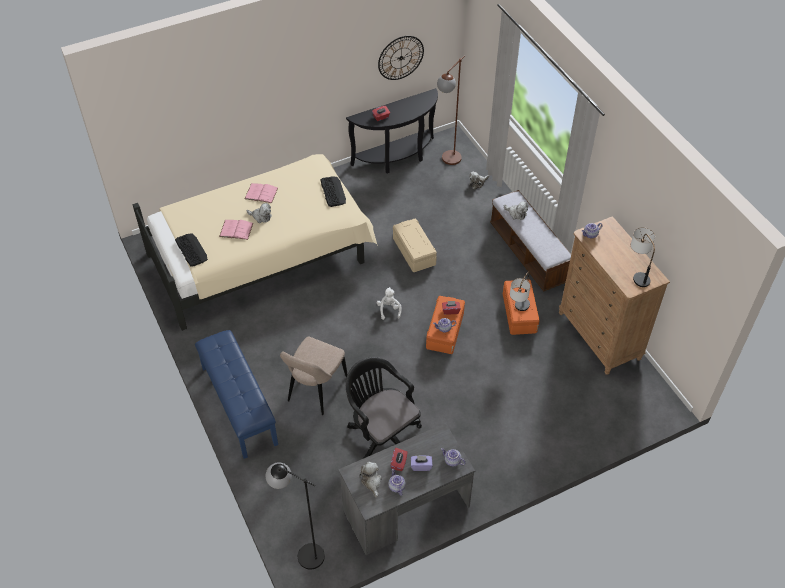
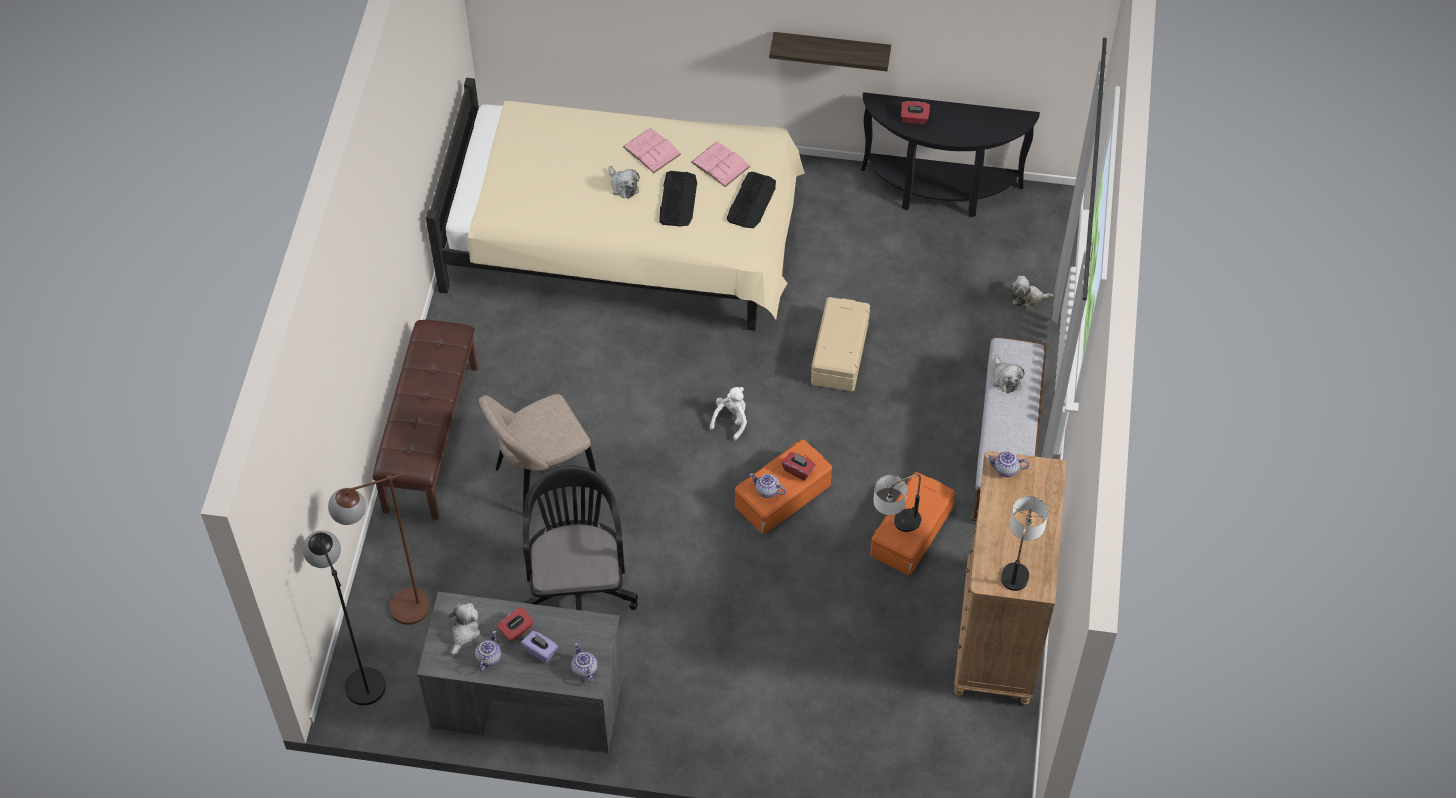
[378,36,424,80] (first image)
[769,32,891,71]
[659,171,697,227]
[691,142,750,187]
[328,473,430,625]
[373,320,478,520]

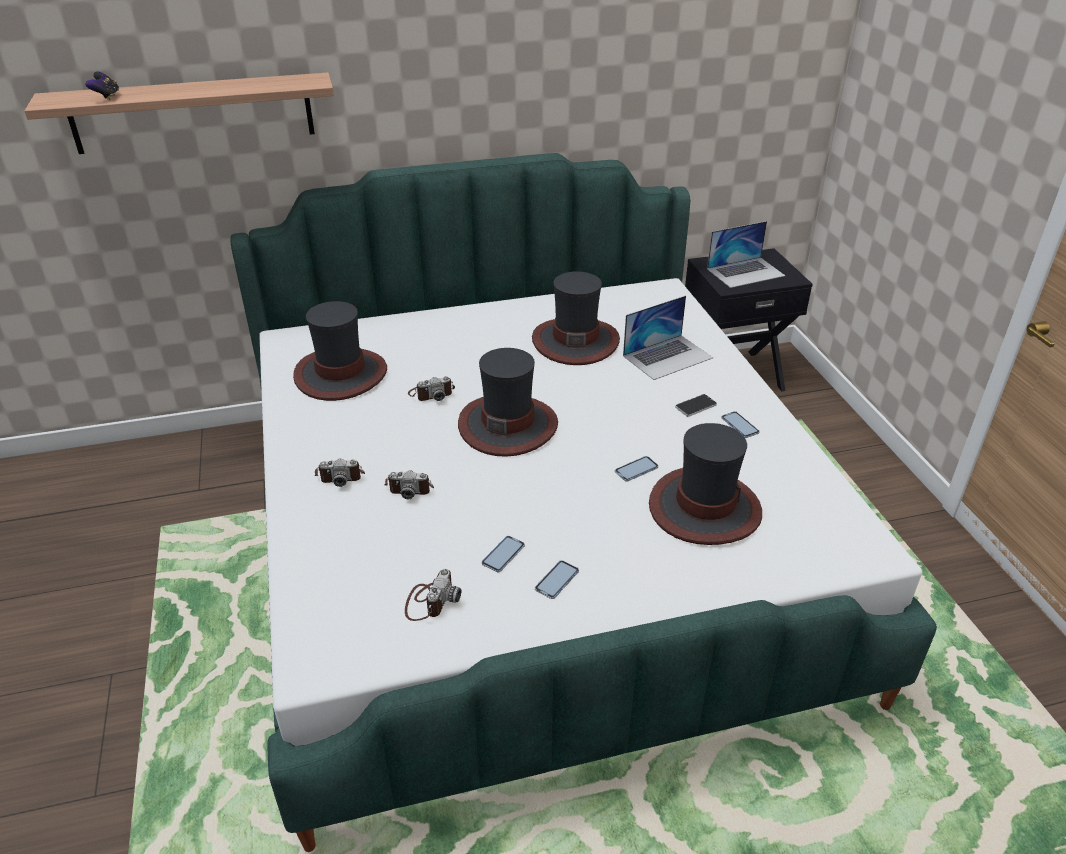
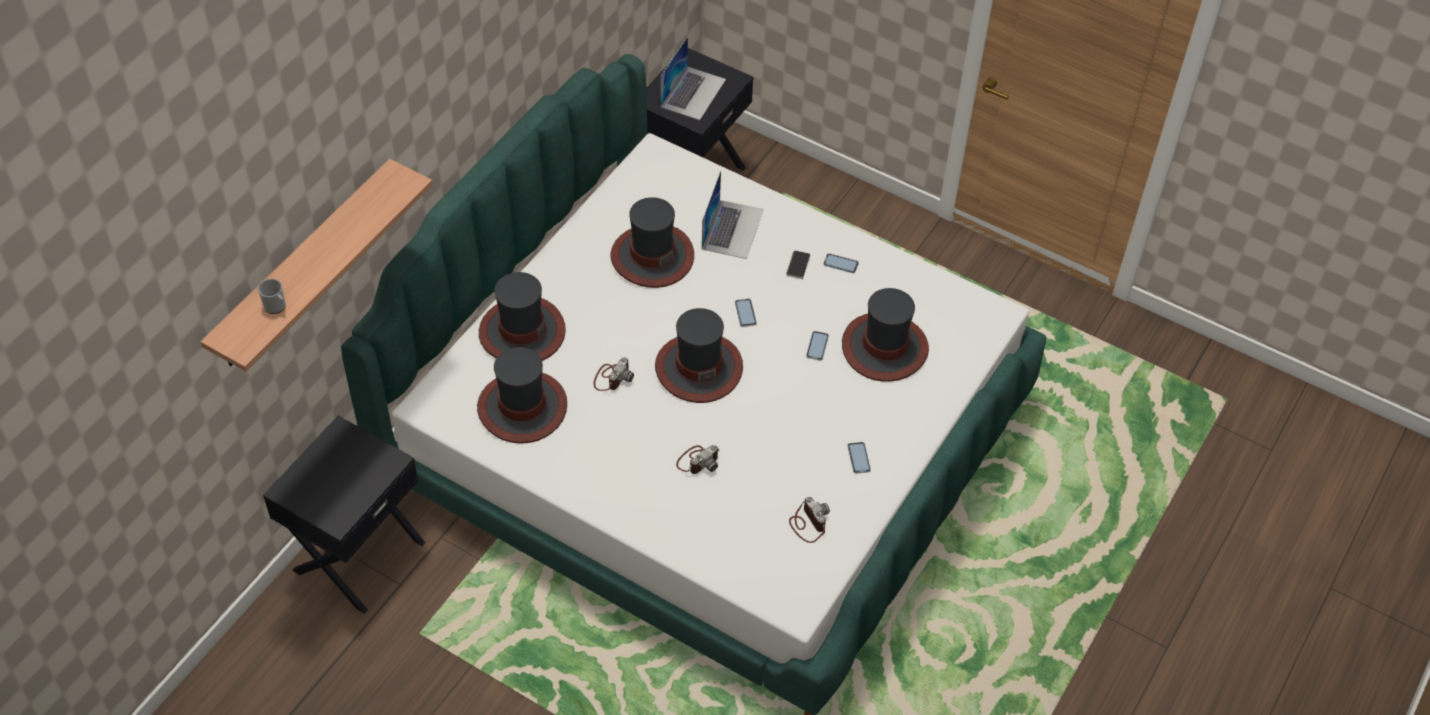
[315,458,365,487] (first image)
[263,416,426,614]
[479,272,566,361]
[735,299,757,327]
[258,279,286,314]

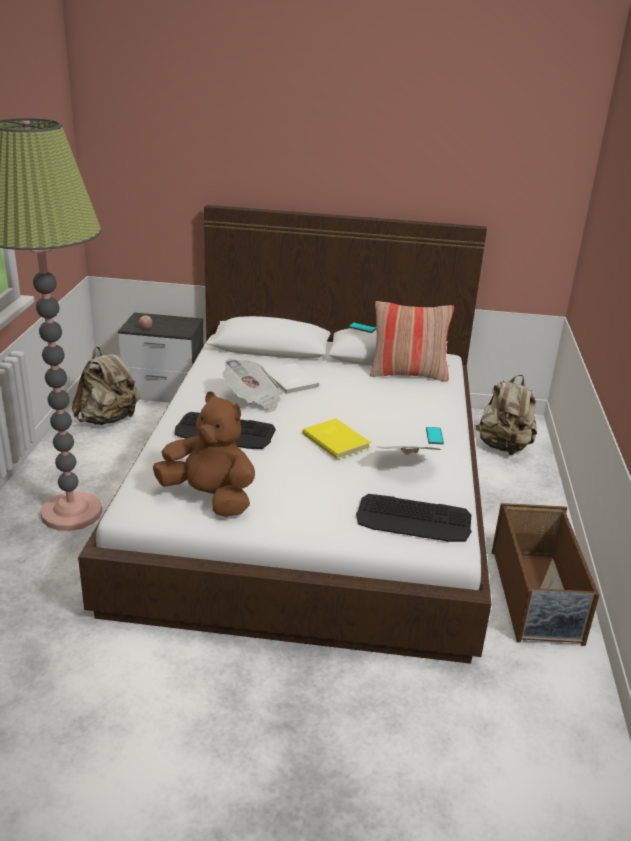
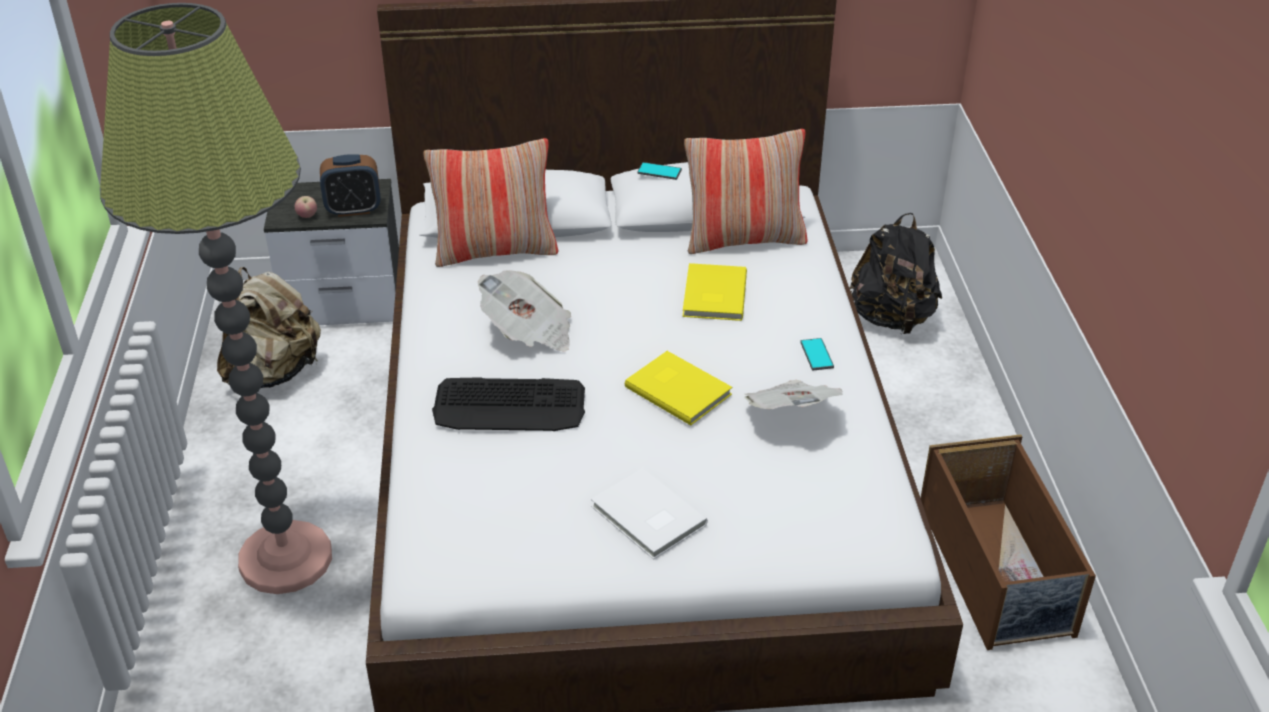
[153,391,255,517] (first image)
[356,494,472,542] (first image)
[320,154,381,217]
[424,138,559,267]
[682,263,747,321]
[591,468,708,559]
[849,213,942,334]

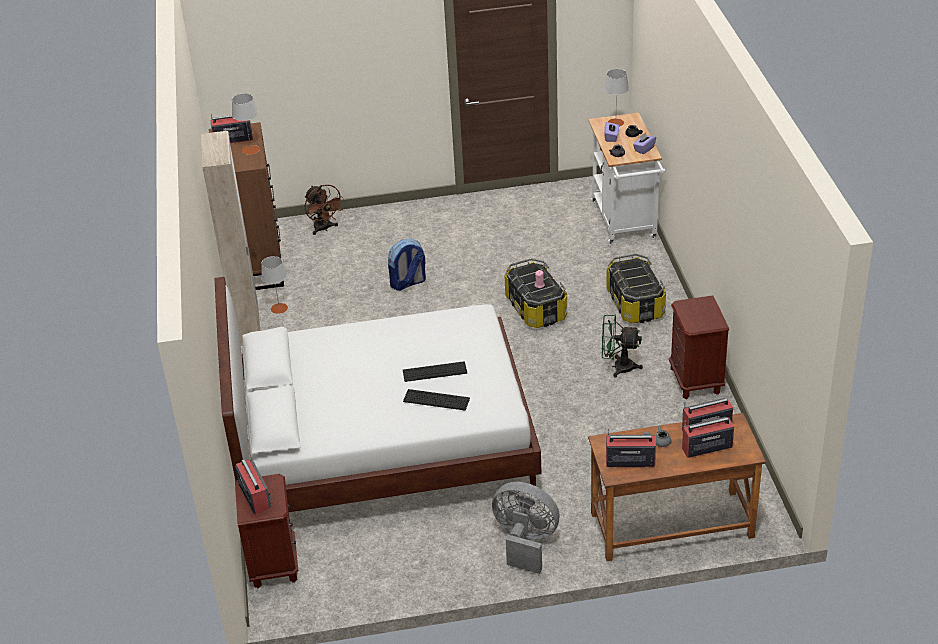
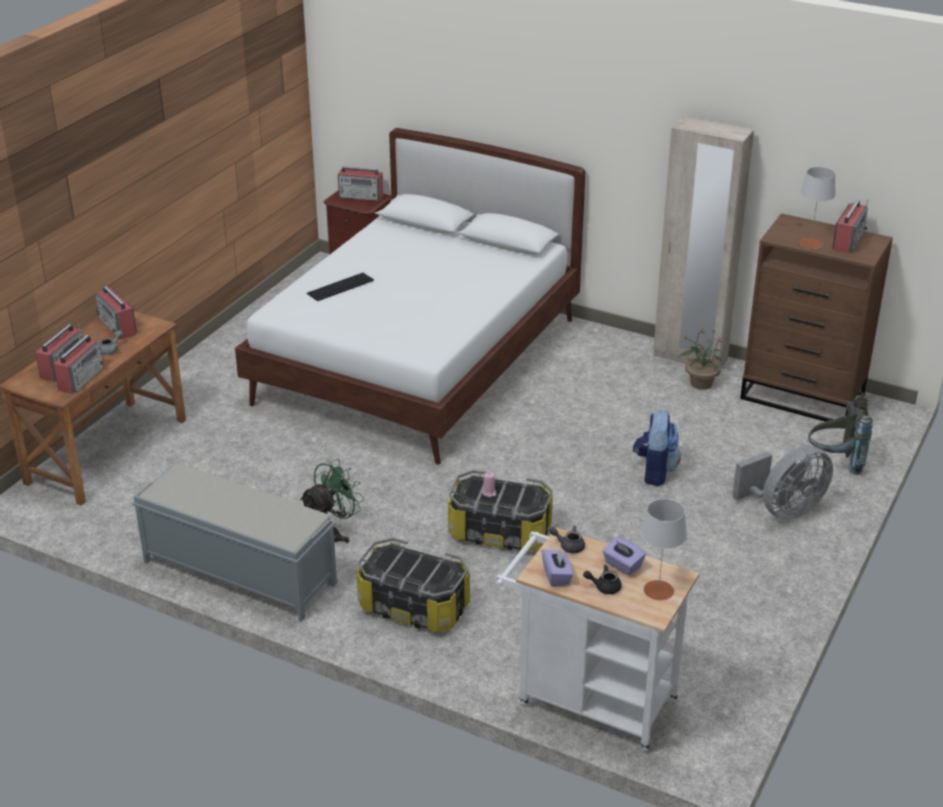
[403,361,467,382] (first image)
[732,446,833,520]
[680,328,724,390]
[808,392,873,475]
[132,464,337,622]
[95,286,137,339]

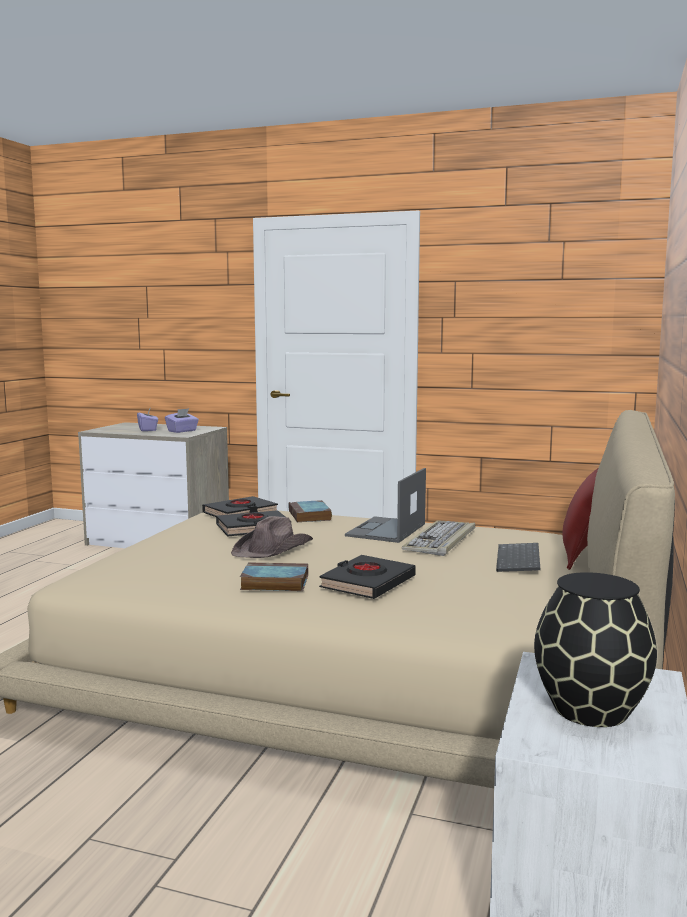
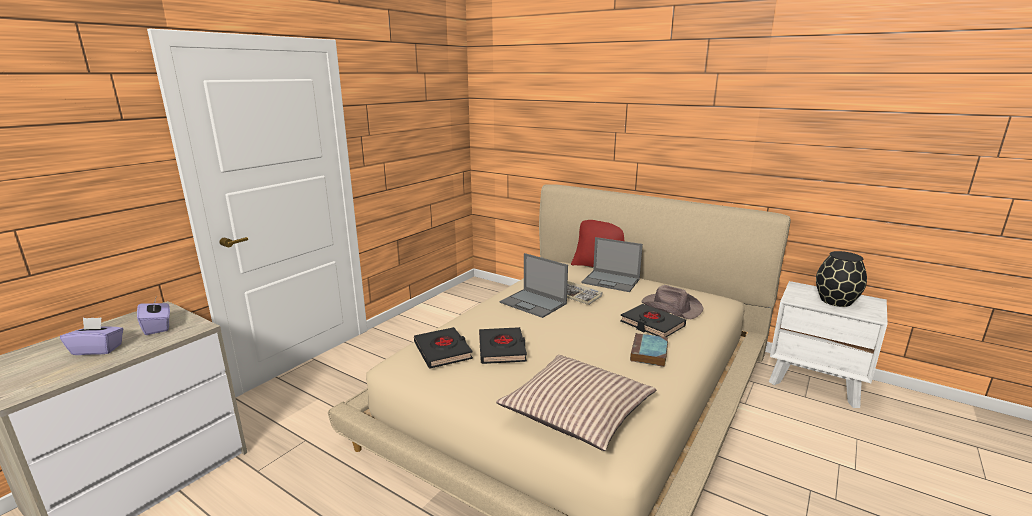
[288,500,332,522] (first image)
[496,355,656,451]
[641,285,703,319]
[581,237,643,292]

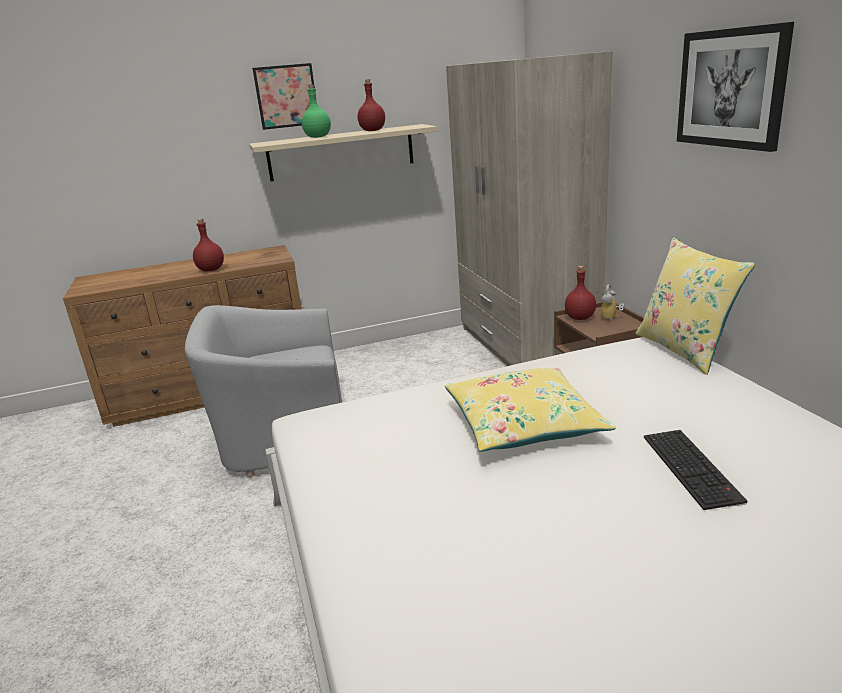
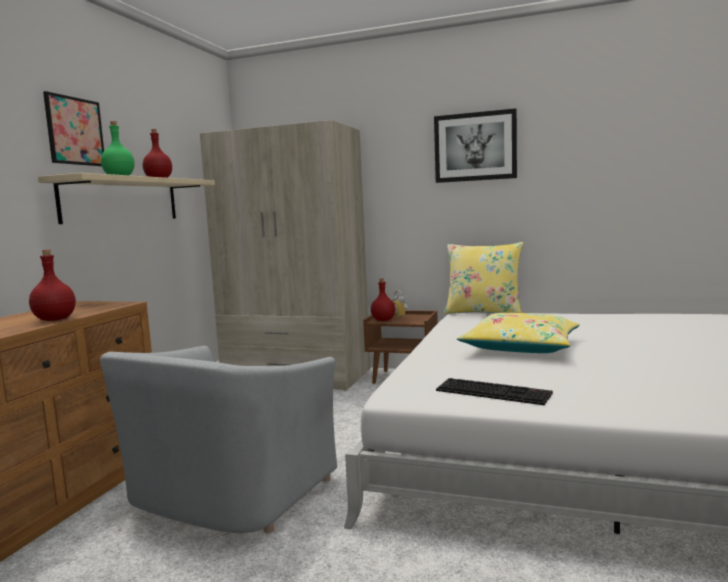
[436,378,553,405]

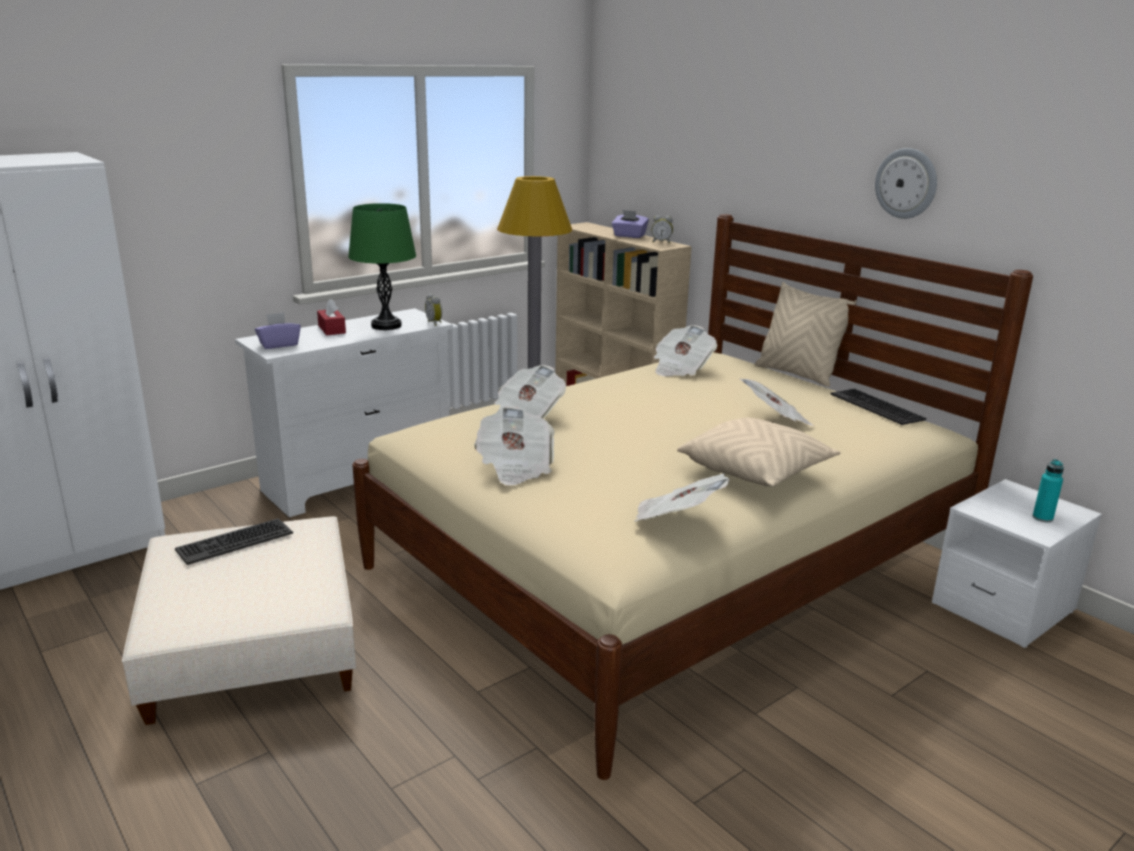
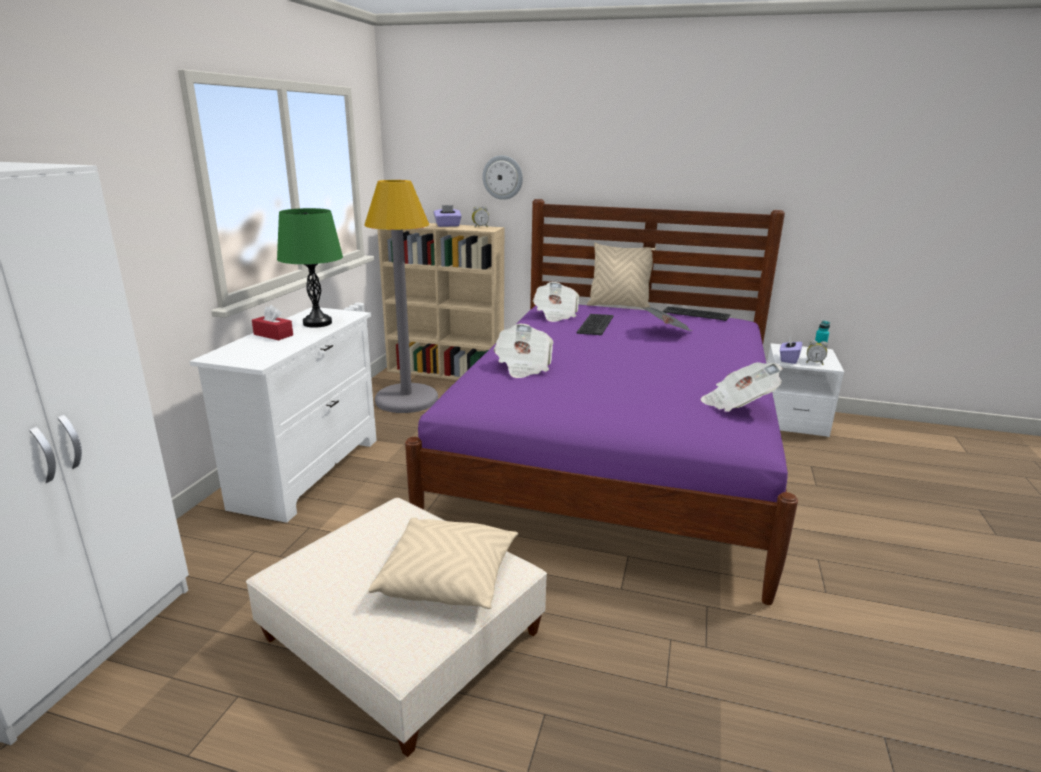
[474,406,555,486] (first image)
[577,314,613,335]
[780,336,803,364]
[806,340,828,365]
[368,518,518,609]
[482,155,523,200]
[405,199,798,605]

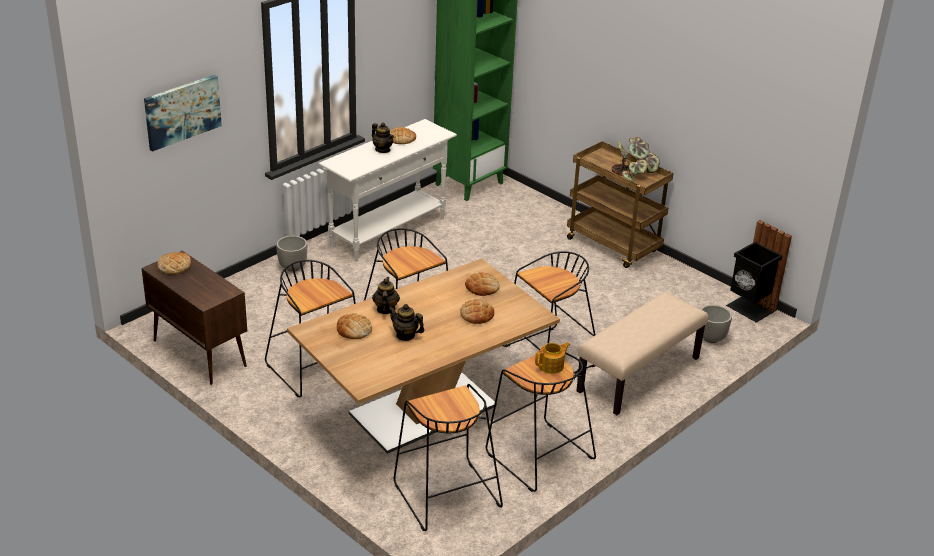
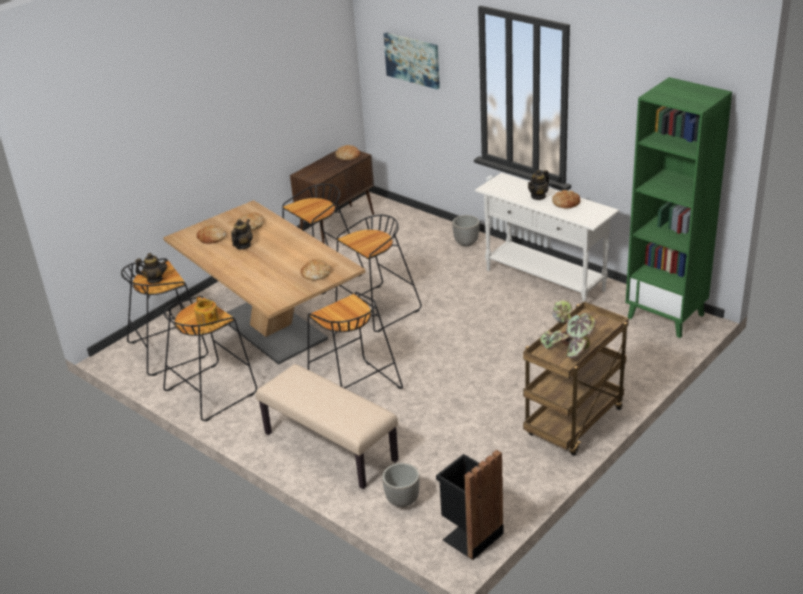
[135,253,168,284]
[197,224,226,244]

